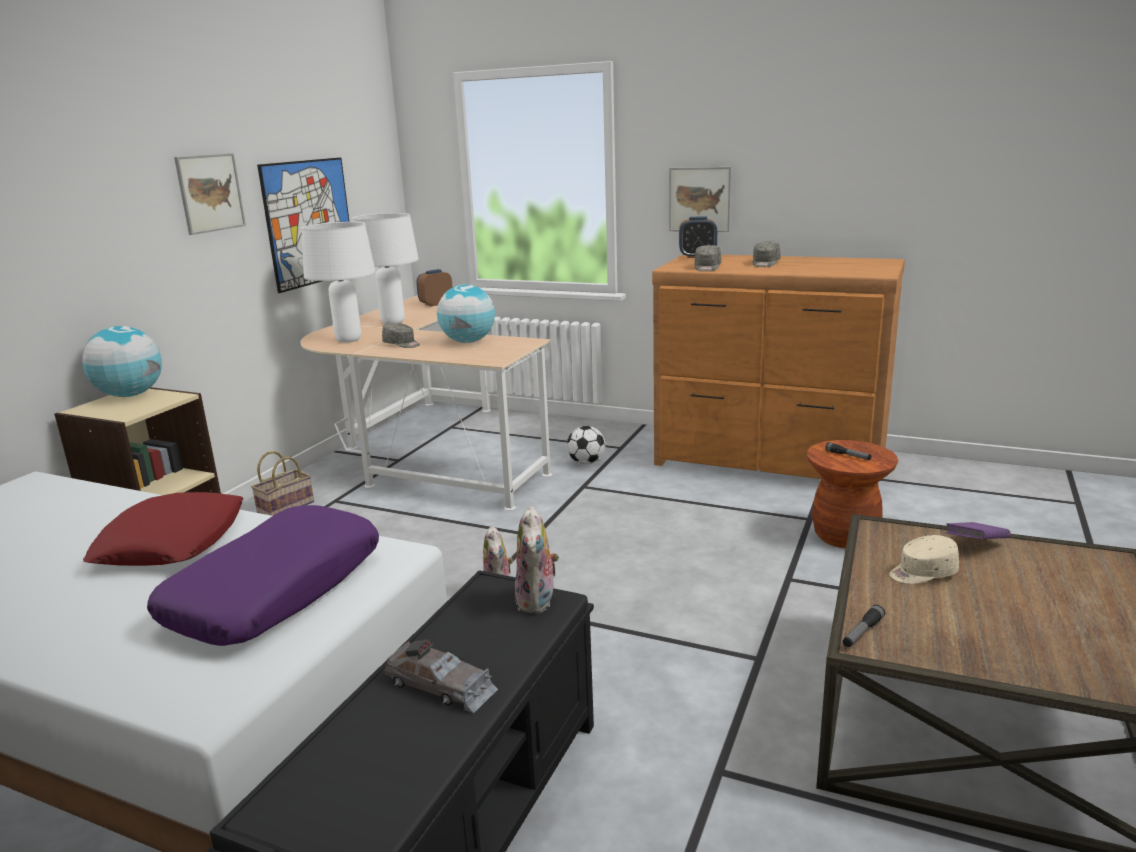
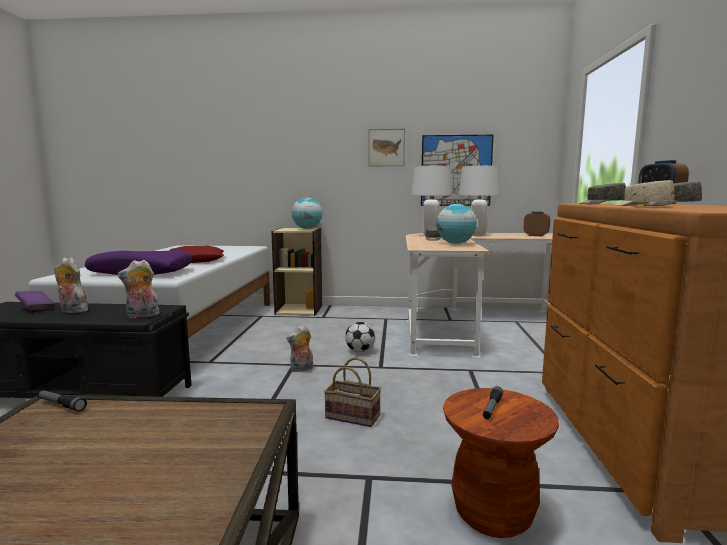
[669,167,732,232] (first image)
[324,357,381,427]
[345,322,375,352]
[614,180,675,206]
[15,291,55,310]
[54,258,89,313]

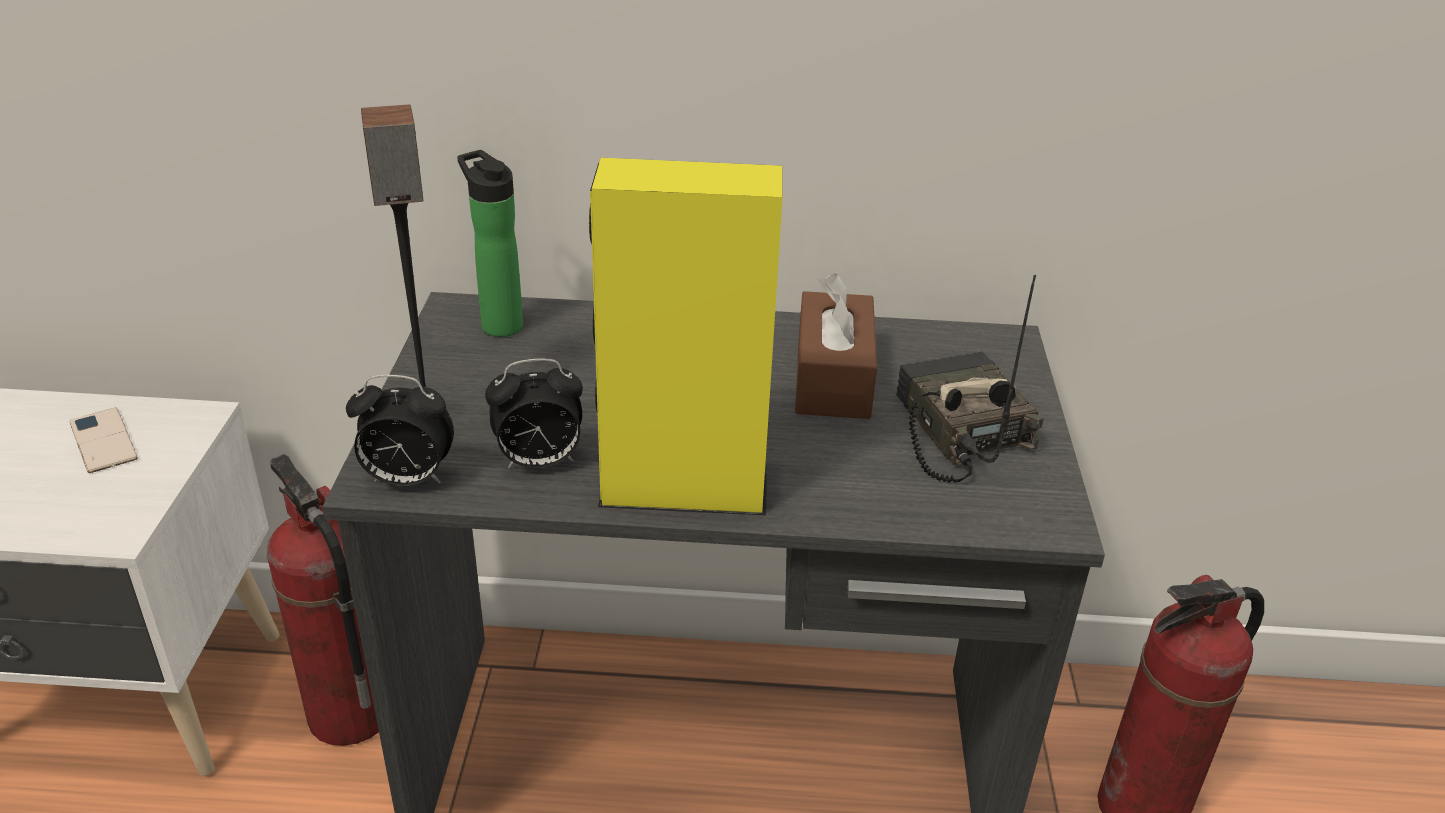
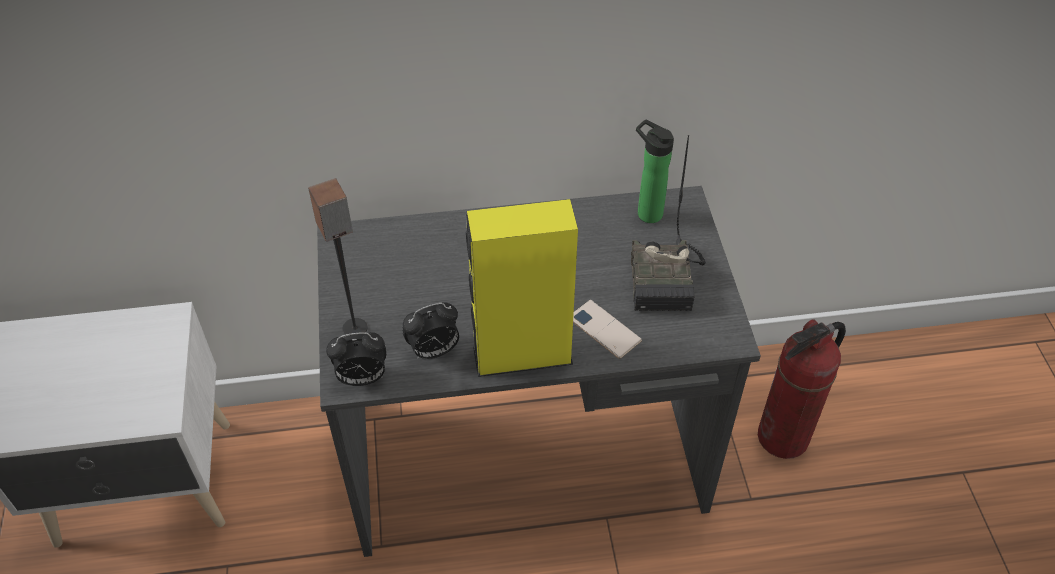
[267,454,379,746] (first image)
[795,273,877,419] (first image)
[573,300,642,359]
[636,120,674,223]
[631,135,706,311]

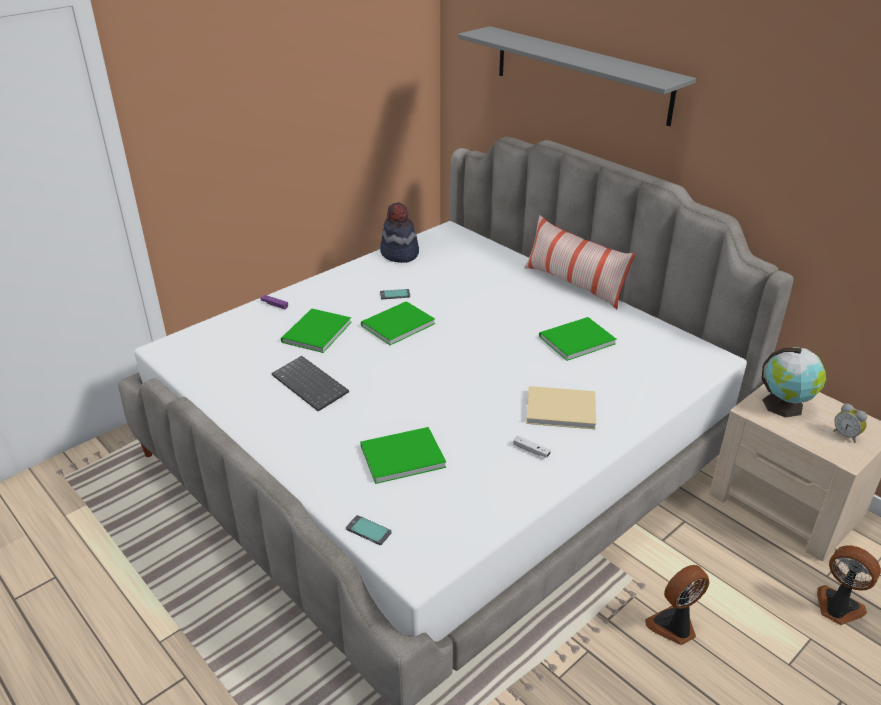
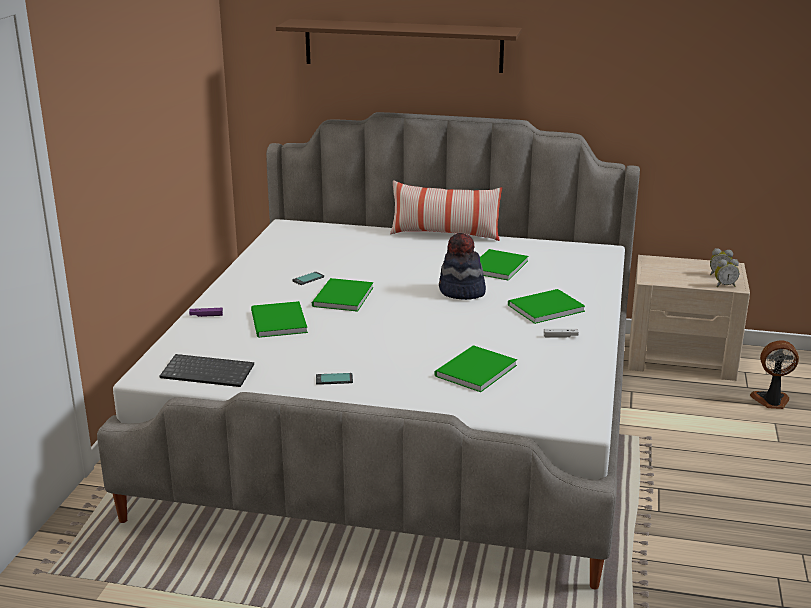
[645,565,709,645] (first image)
[762,347,826,418] (first image)
[715,259,739,287]
[160,354,254,387]
[316,373,353,385]
[439,233,486,300]
[276,19,522,73]
[508,289,585,324]

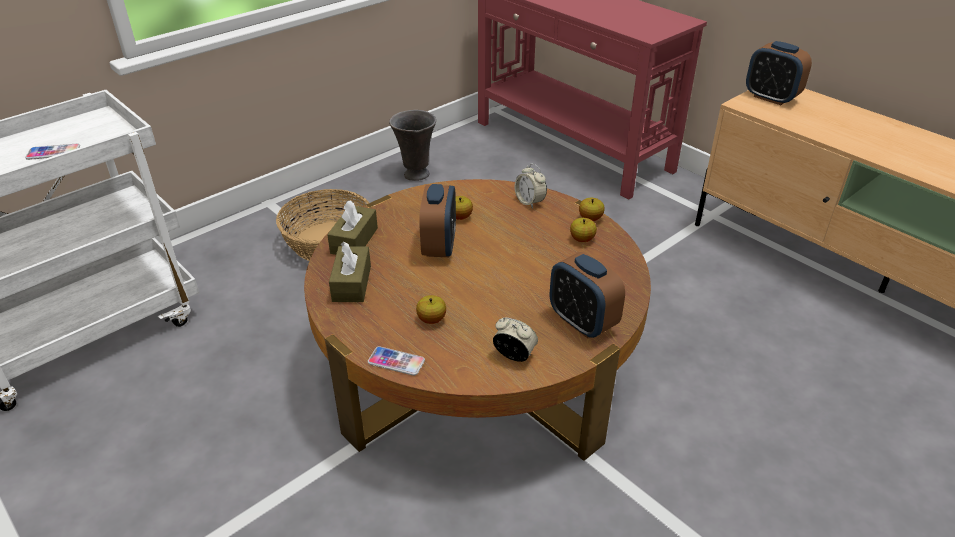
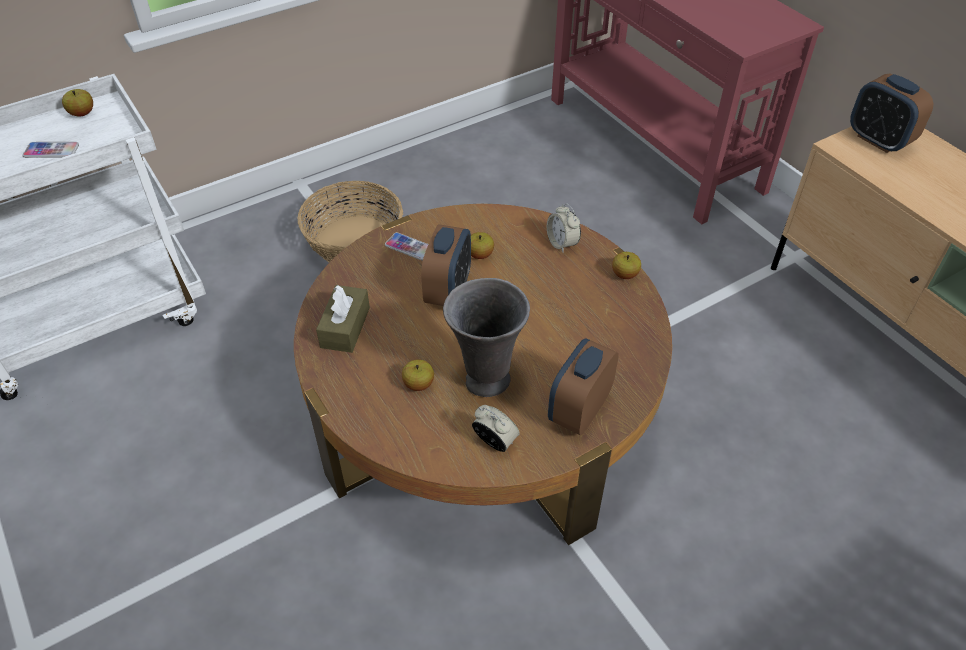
[327,201,378,255] (first image)
[385,232,428,260]
[443,278,530,397]
[62,89,93,117]
[548,338,619,435]

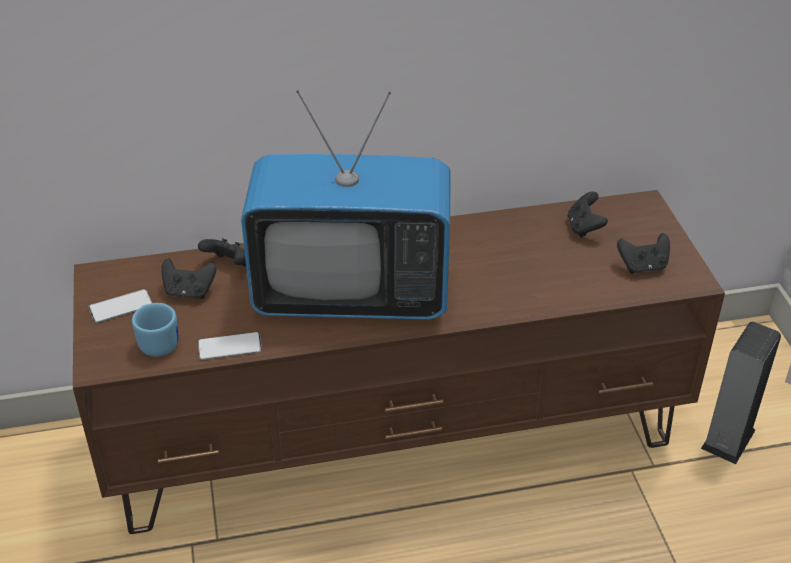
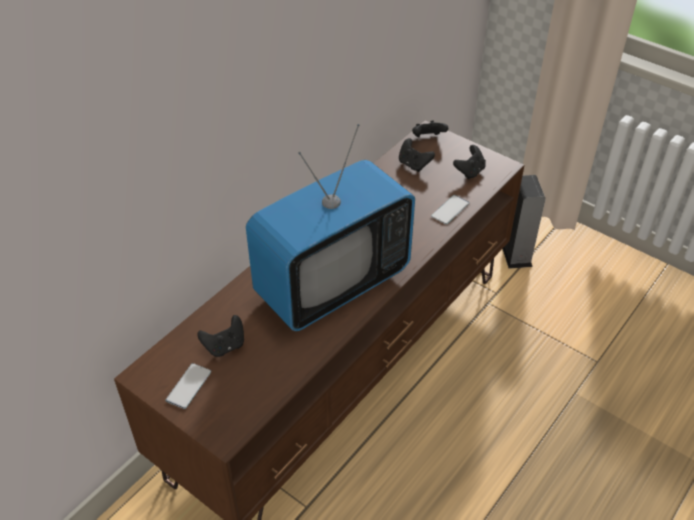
[132,303,179,357] (first image)
[412,120,448,137]
[431,195,470,224]

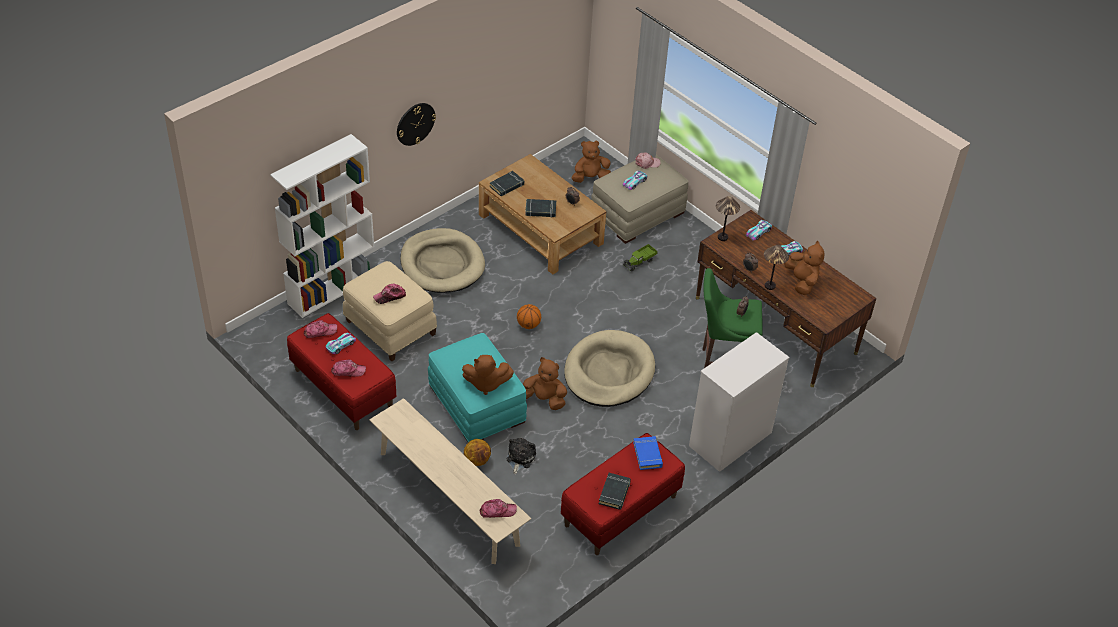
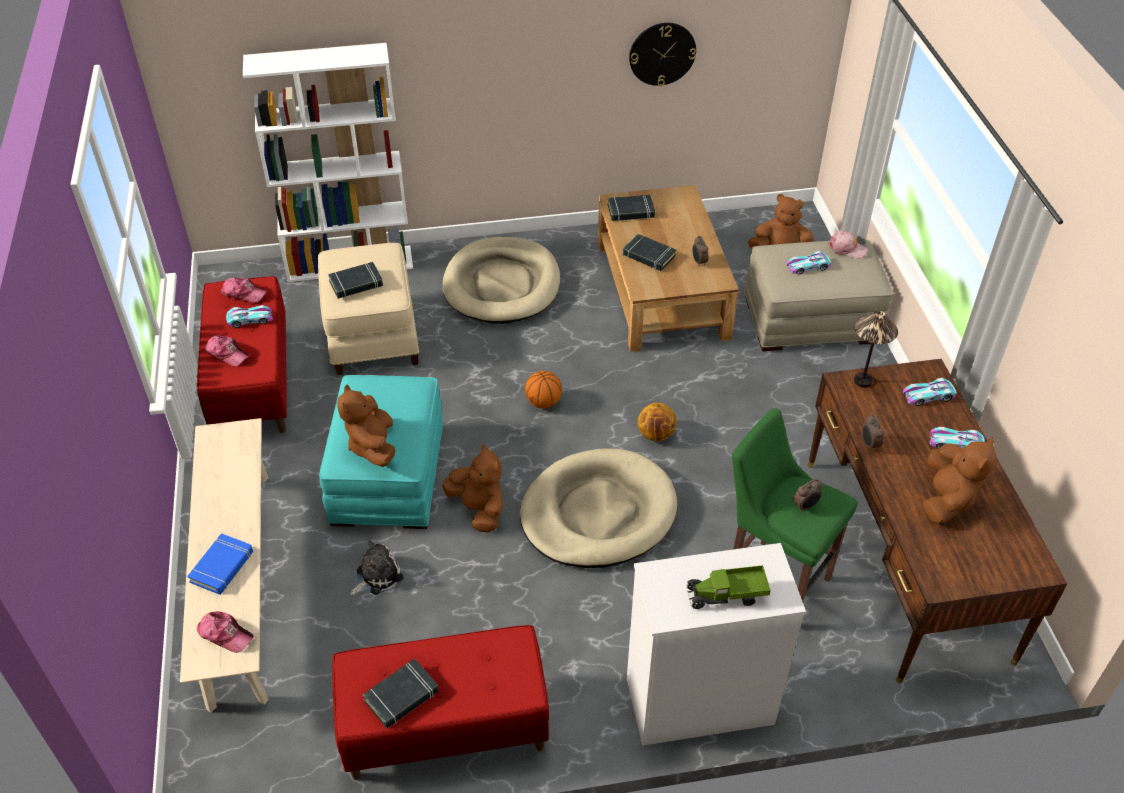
[764,245,789,290] (first image)
[629,23,696,86]
[637,403,677,441]
[687,565,771,609]
[187,533,253,595]
[328,262,383,299]
[337,385,395,467]

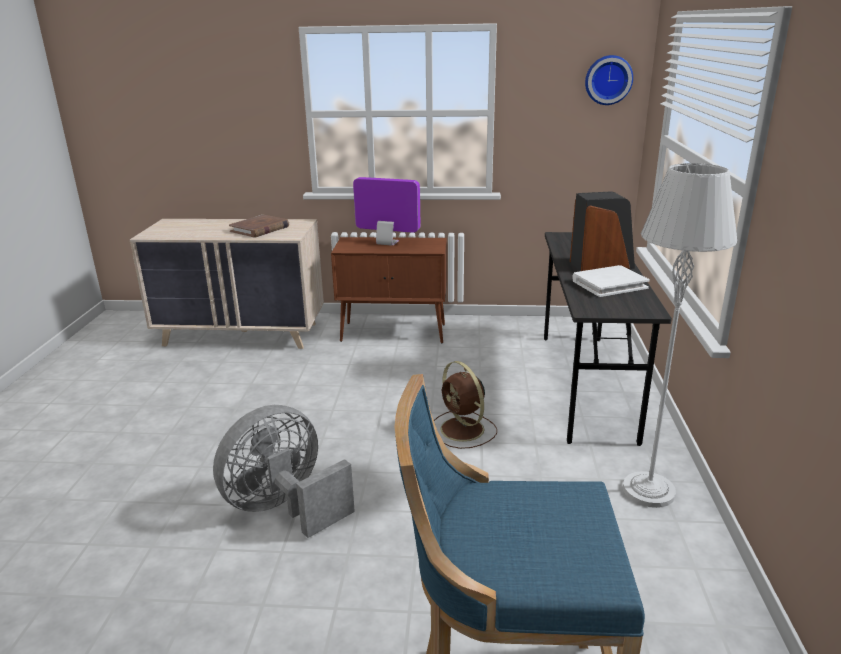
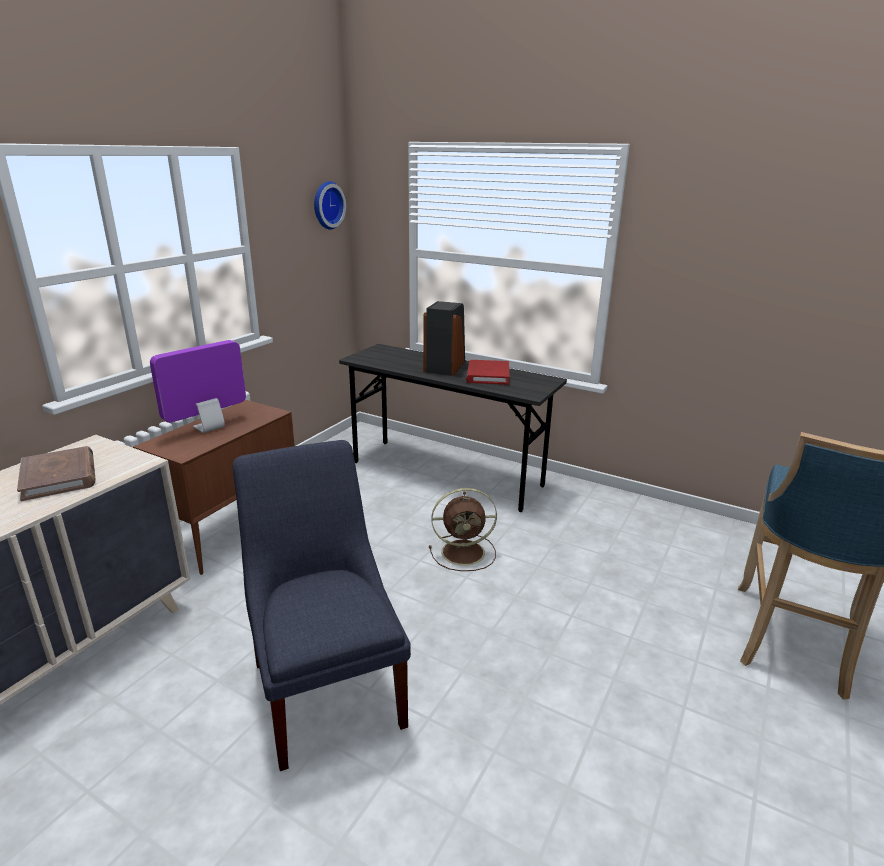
[213,405,355,538] (first image)
[623,163,737,508] (first image)
[232,440,411,771]
[466,360,510,385]

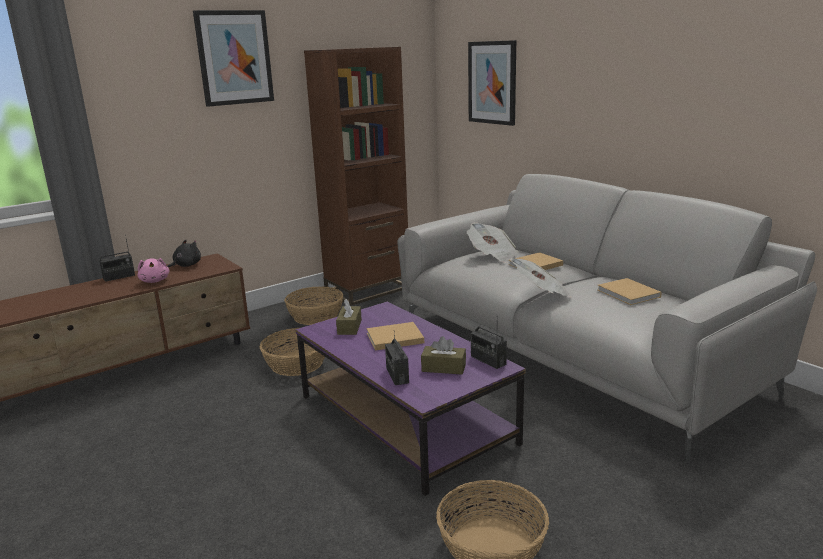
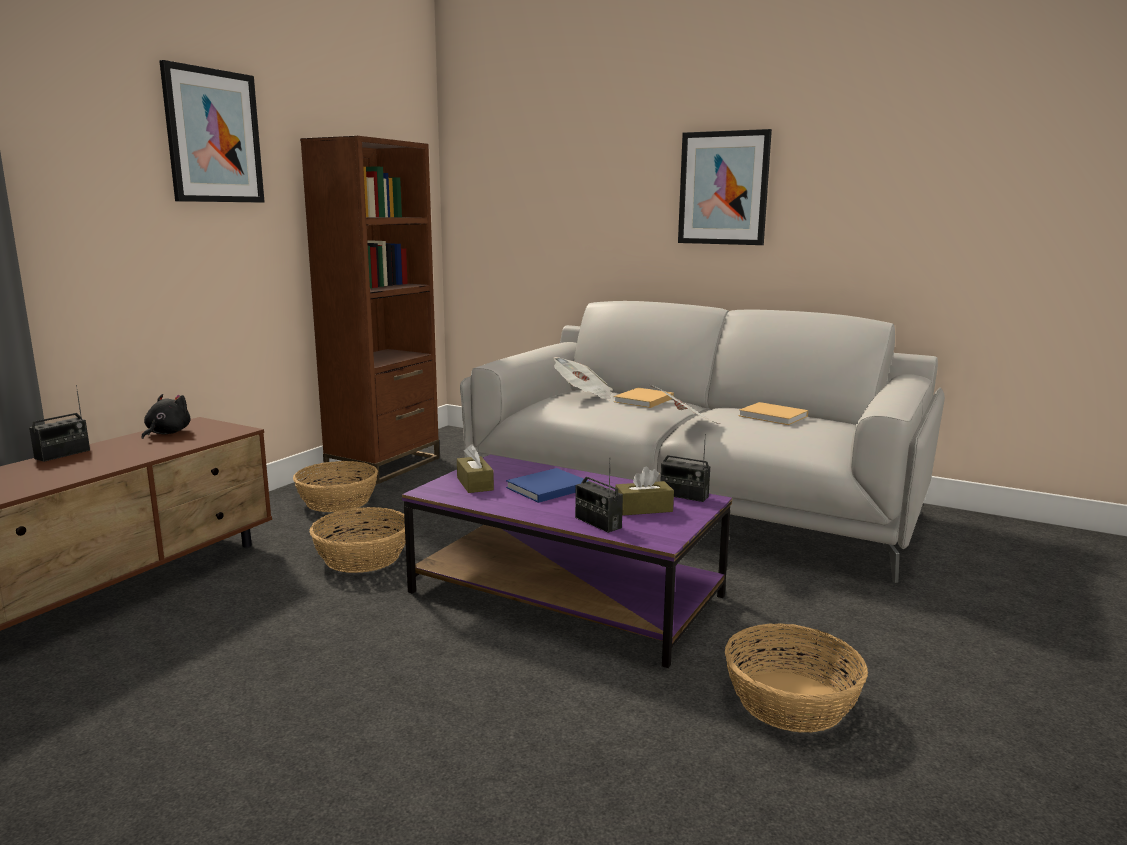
[138,258,169,283] (first image)
[678,129,772,245]
[506,468,588,503]

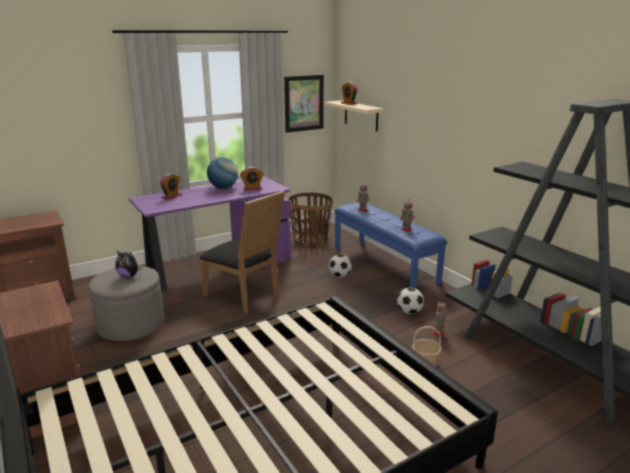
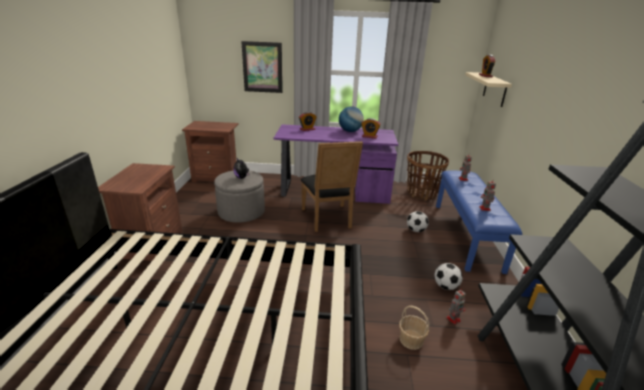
[241,41,283,93]

